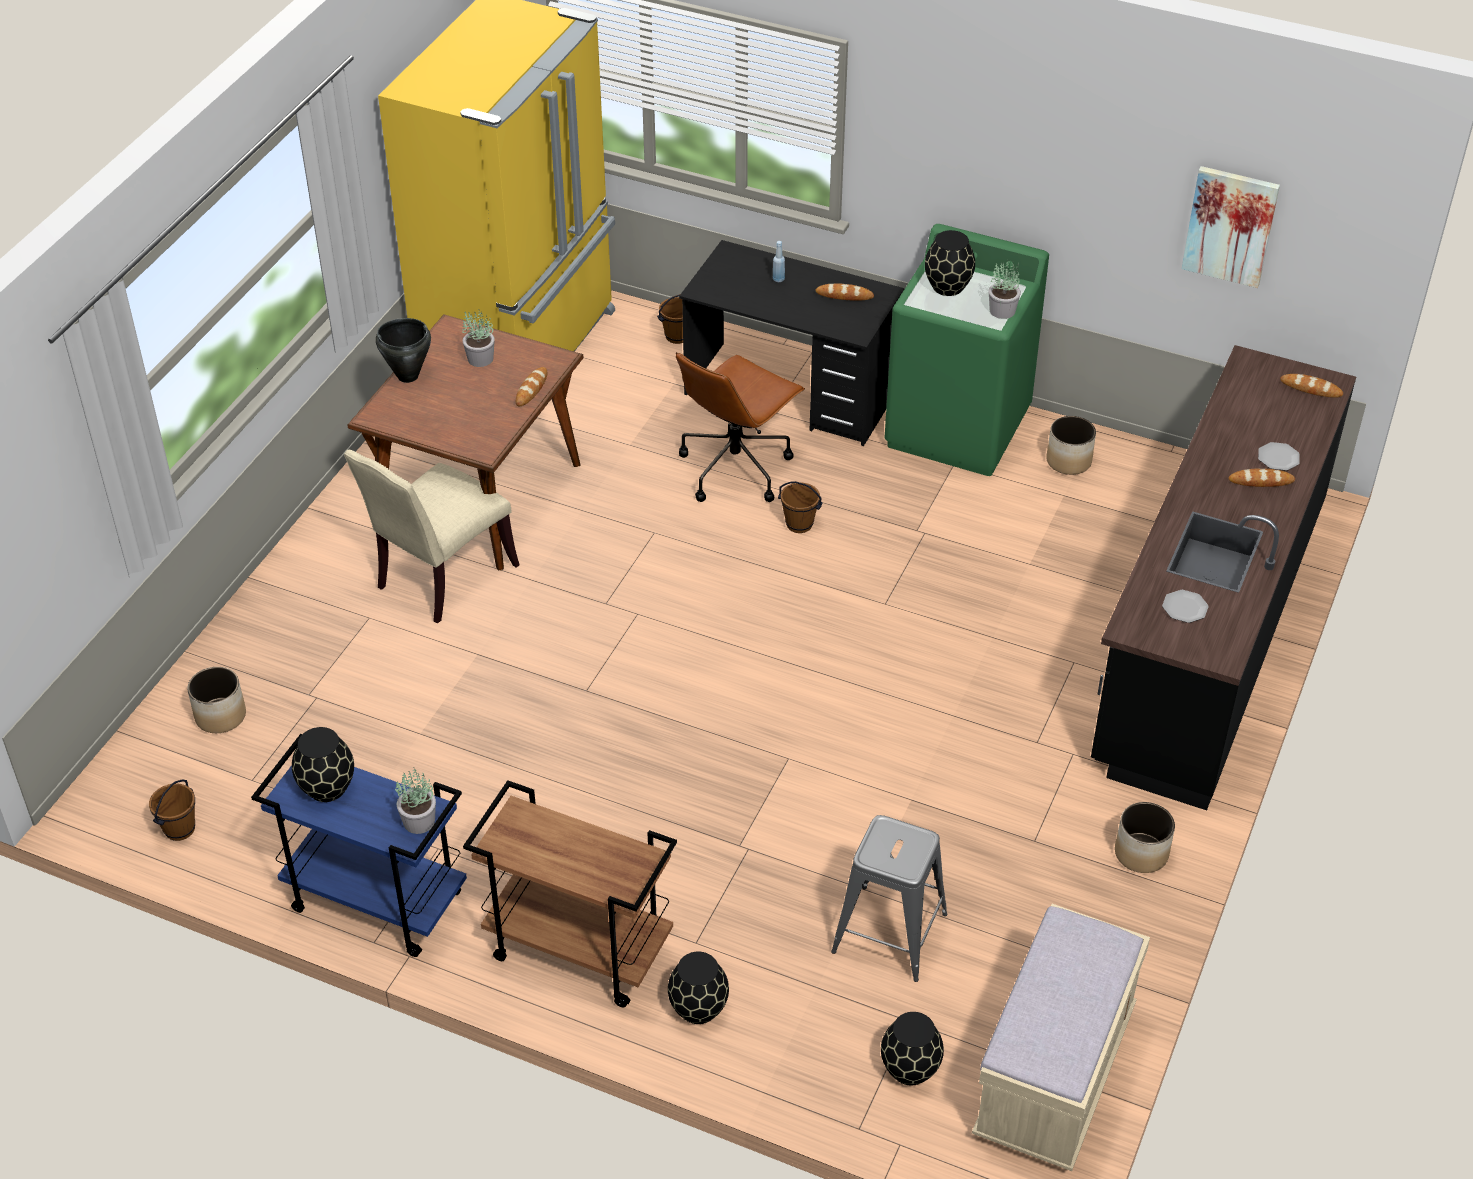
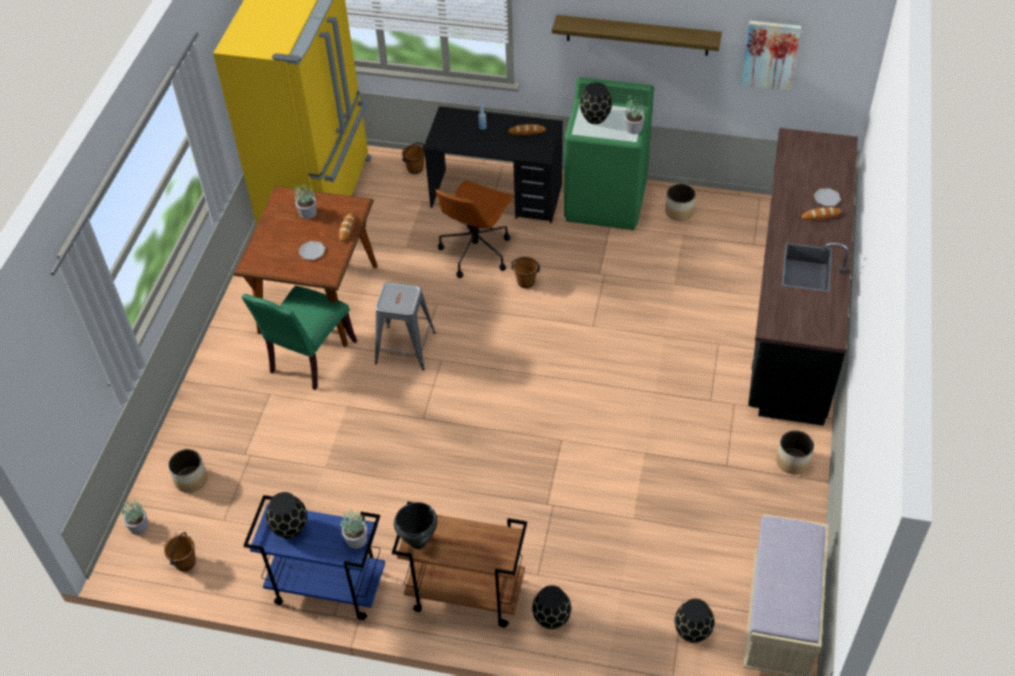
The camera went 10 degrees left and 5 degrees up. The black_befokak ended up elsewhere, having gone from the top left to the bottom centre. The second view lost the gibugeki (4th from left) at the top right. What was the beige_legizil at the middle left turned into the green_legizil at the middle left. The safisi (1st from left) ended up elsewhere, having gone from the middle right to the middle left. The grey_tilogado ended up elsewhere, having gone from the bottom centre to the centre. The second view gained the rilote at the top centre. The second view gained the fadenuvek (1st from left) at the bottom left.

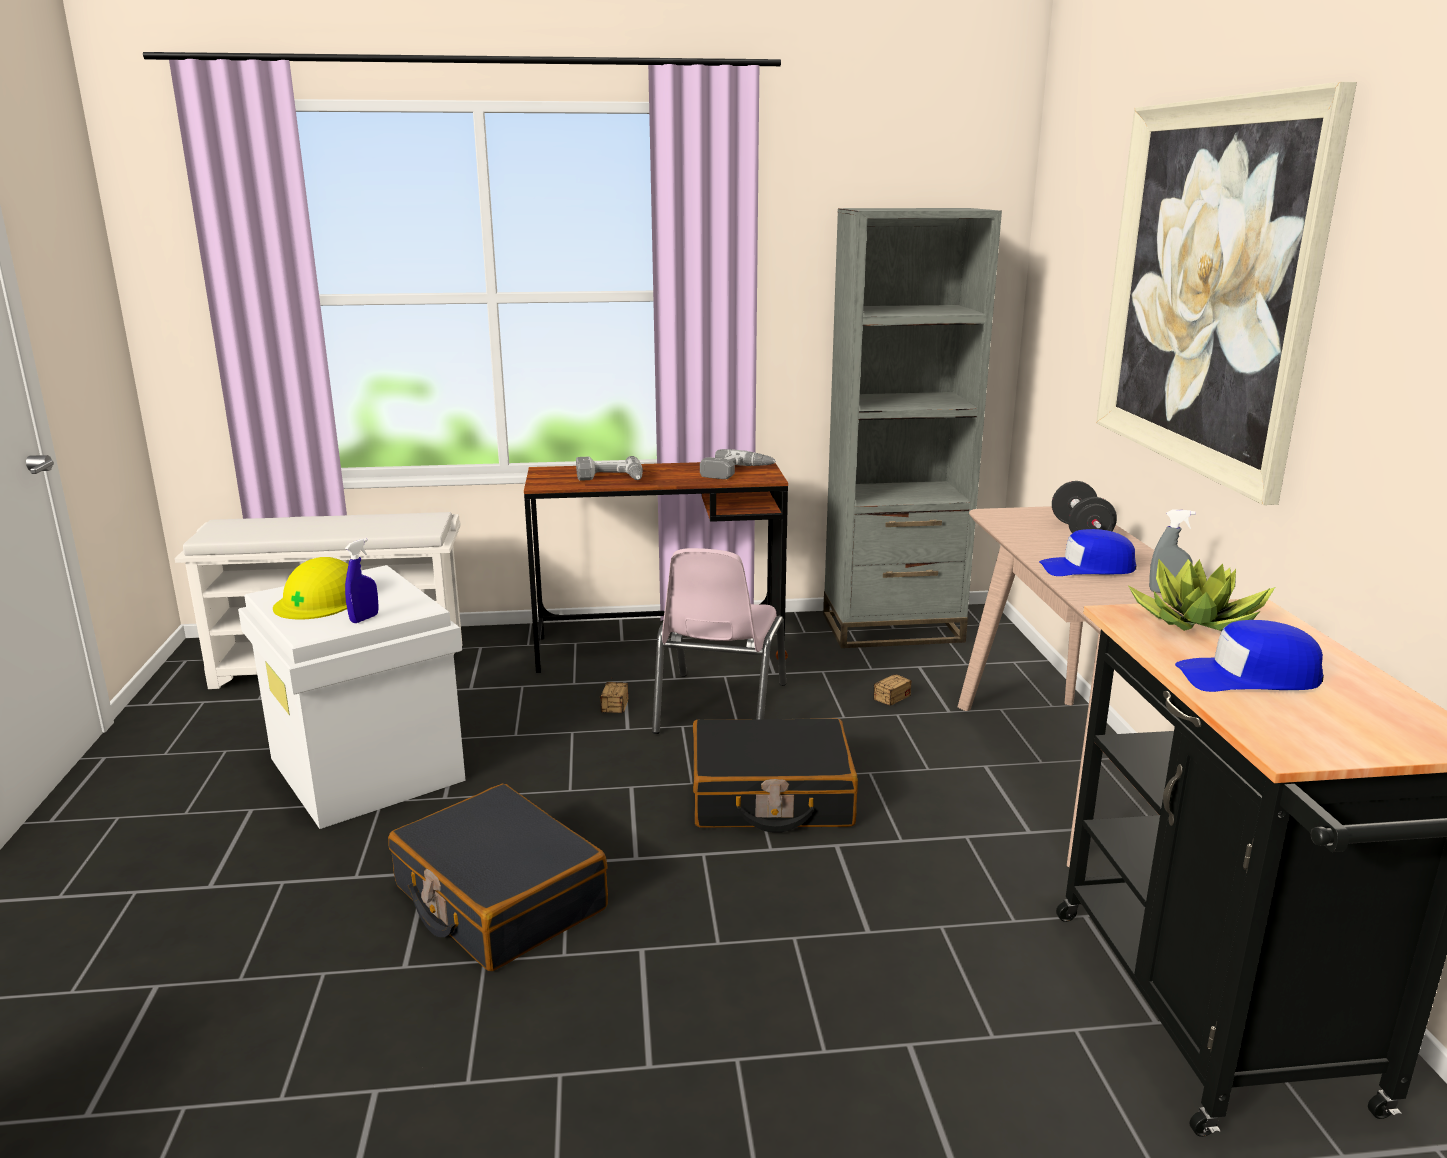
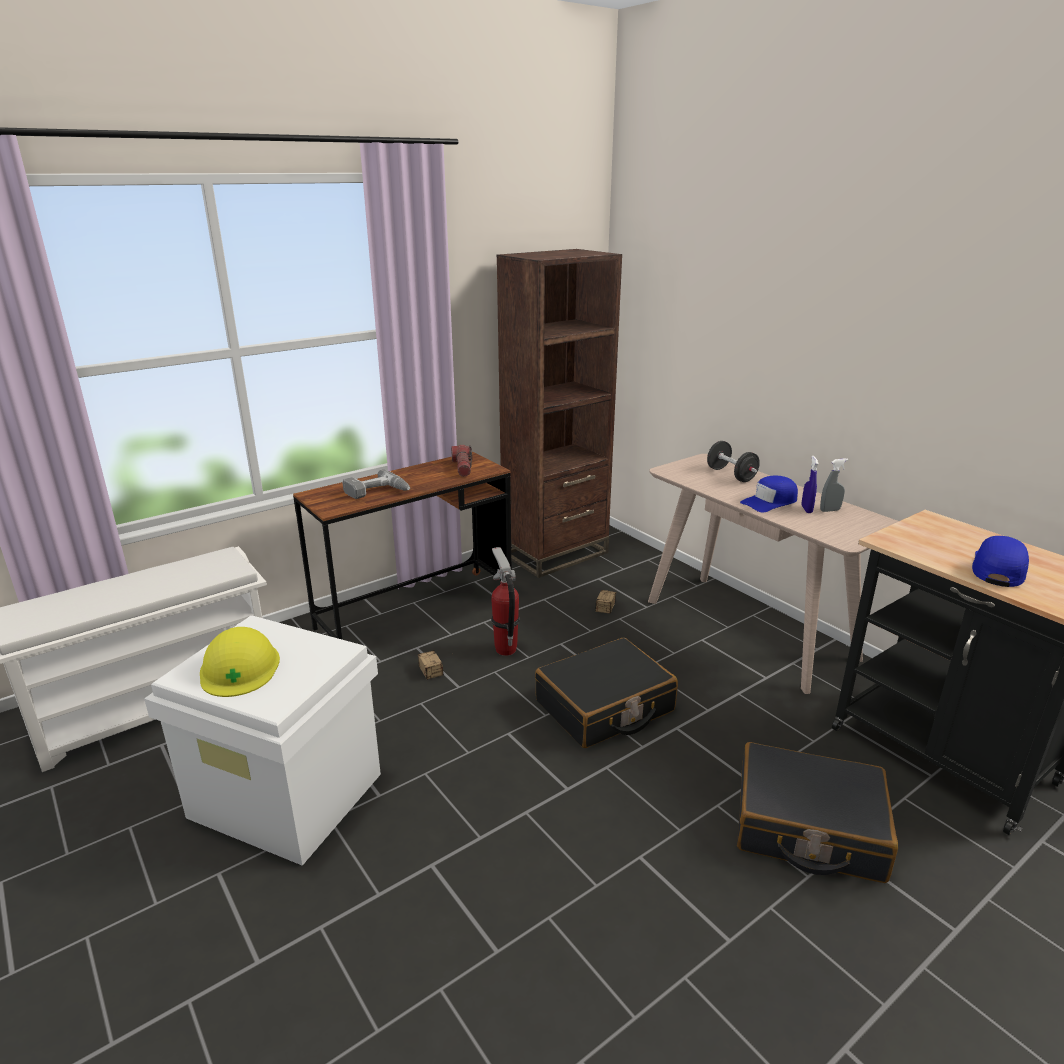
The camera went 30 degrees left and 5 degrees up. The second view lost the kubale at the top right. What was the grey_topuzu at the centre turned into the brown_topuzu at the centre. Where the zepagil (2nd from left) stood at the centre, the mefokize came to stand at the centre. The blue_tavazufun ended up elsewhere, having gone from the middle left to the middle right. Where the pink_legizil stood at the centre, the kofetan came to stand at the centre. The second view lost the fadenuvek at the middle right. The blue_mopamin (2nd from left) at the middle right ended up facing another way, 150 degrees clockwise from before. The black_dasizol (1st from left in the first image) ended up elsewhere, having gone from the bottom centre to the bottom right.

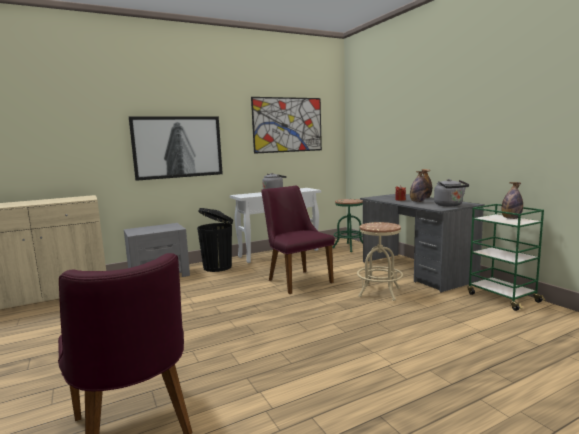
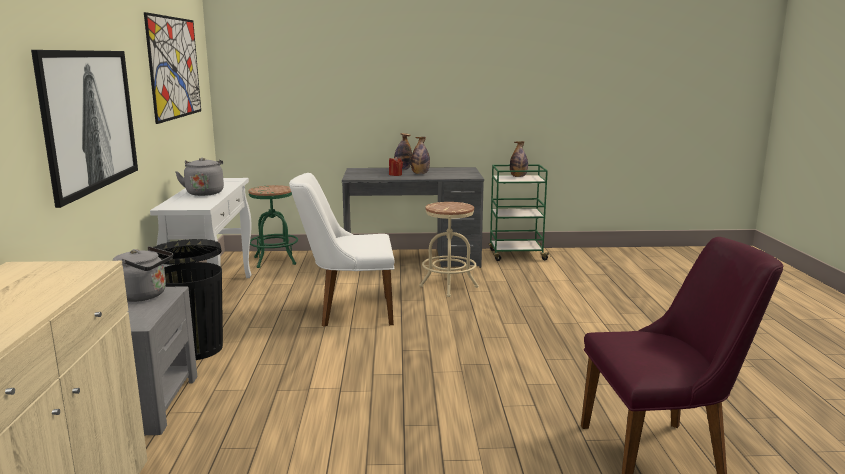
The camera went 65 degrees left and 5 degrees up. The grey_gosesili (2nd from left in the first image) ended up elsewhere, having gone from the middle right to the middle left. What was the purple_legizil (2nd from left) at the centre turned into the white_legizil at the centre.

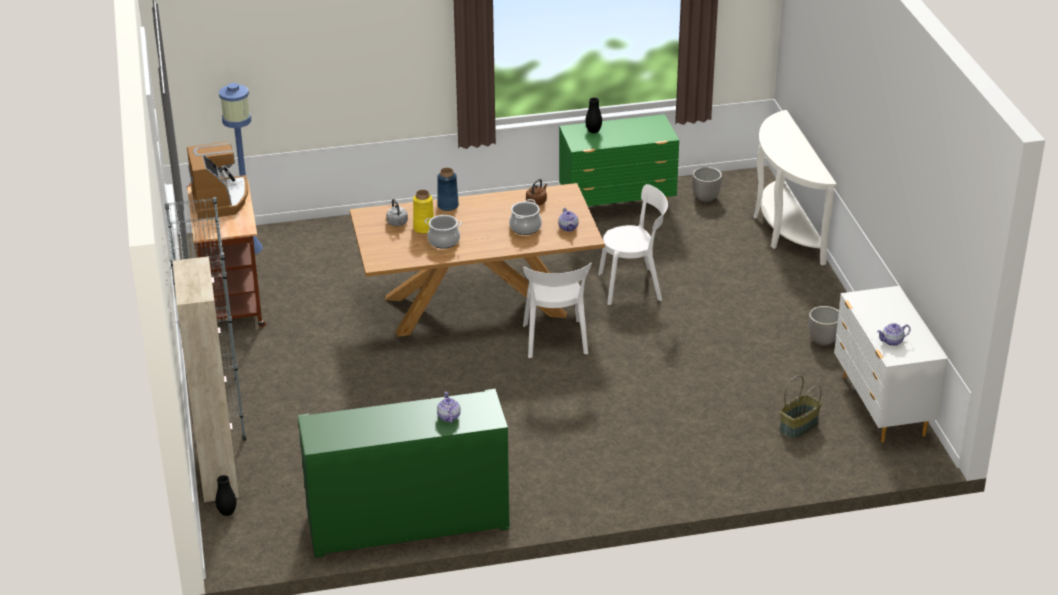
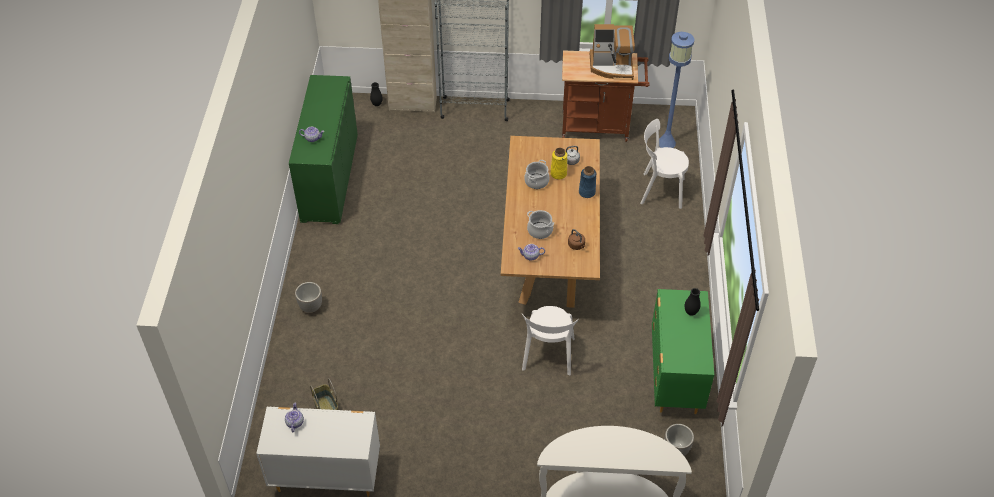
The camera went 105 degrees right and 15 degrees up. The white_legizil (1st from left in the first image) ended up elsewhere, having gone from the centre to the top right. The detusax (2nd from left in the first image) ended up elsewhere, having gone from the middle right to the middle left.

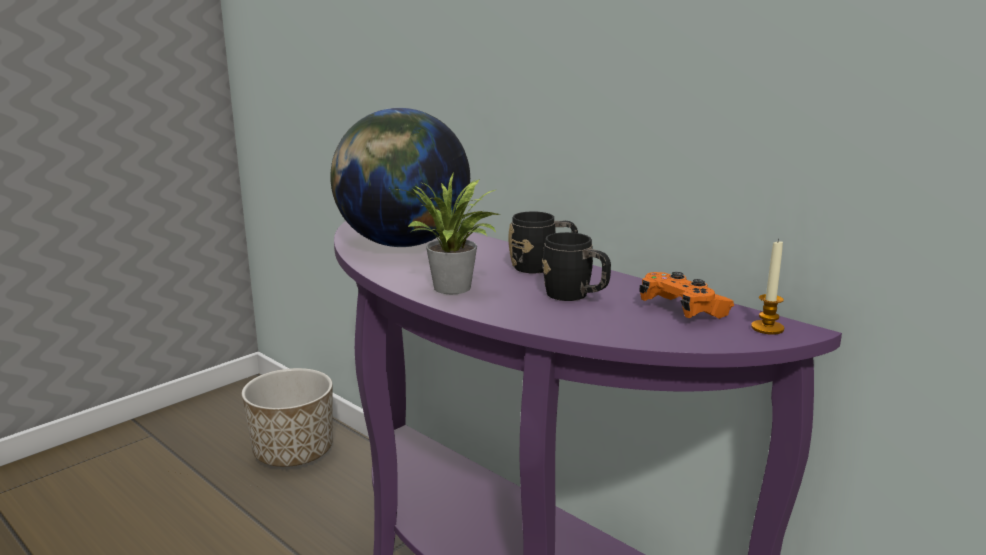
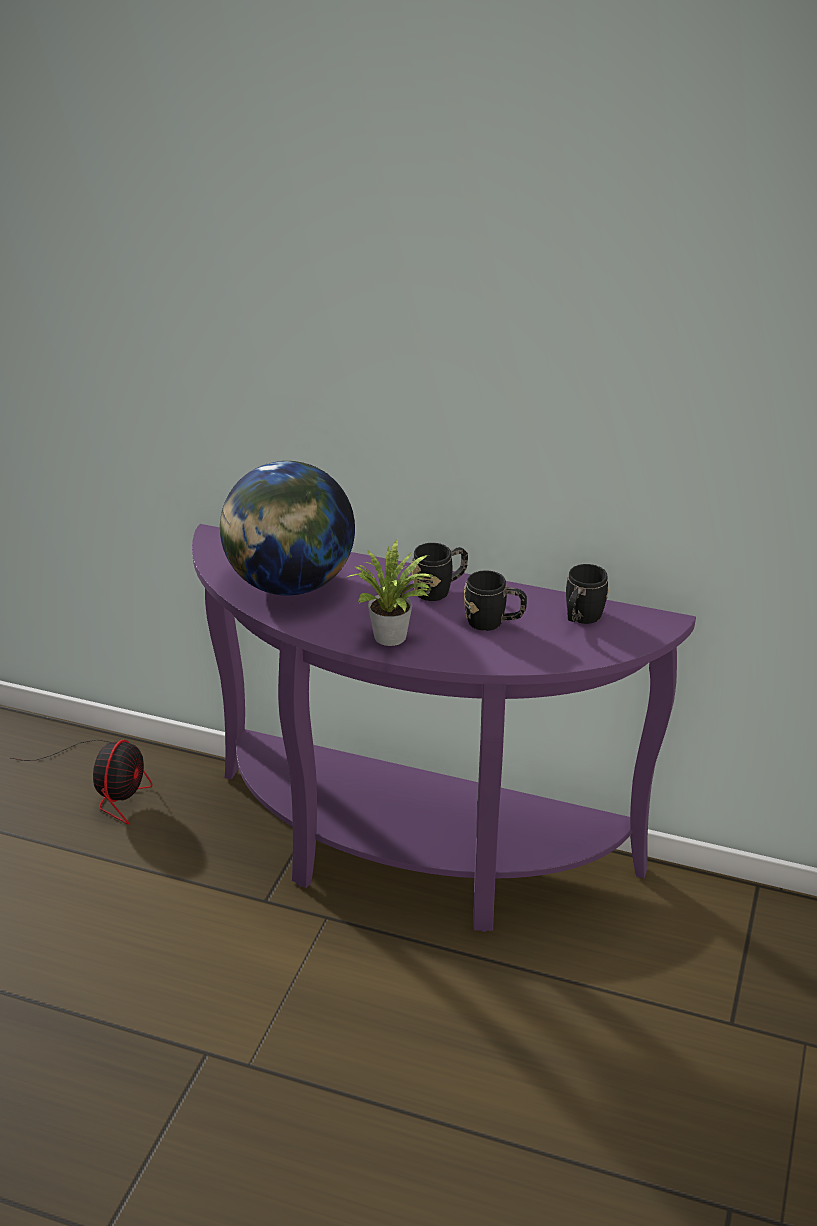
The camera went 25 degrees left and 15 degrees up. The second view lost the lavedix at the middle right. Where the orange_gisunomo stood at the middle right, the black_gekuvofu (3rd from left) came to stand at the middle right. Where the detusax stood at the bottom left, the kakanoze came to stand at the middle left.

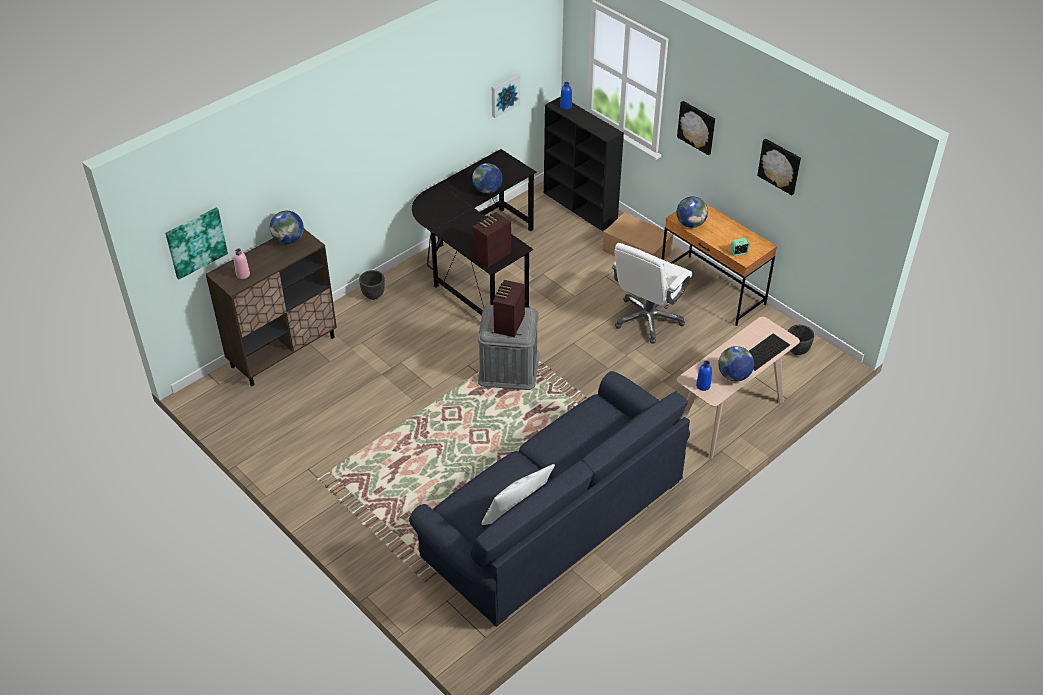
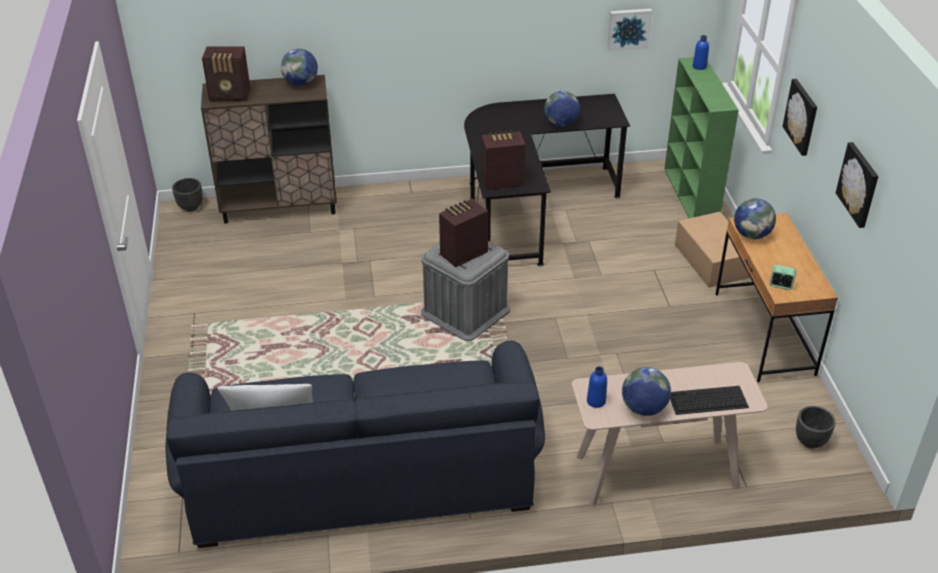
The camera went 35 degrees right and 5 degrees down. What was the black_topuzu at the top centre turned into the green_topuzu at the top right. The second view lost the kubale (1st from left) at the middle left. The second view lost the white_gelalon at the centre. Where the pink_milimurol stood at the middle left, the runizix (1st from left) came to stand at the top left. The black_detusax (1st from left) ended up elsewhere, having gone from the centre to the middle left.

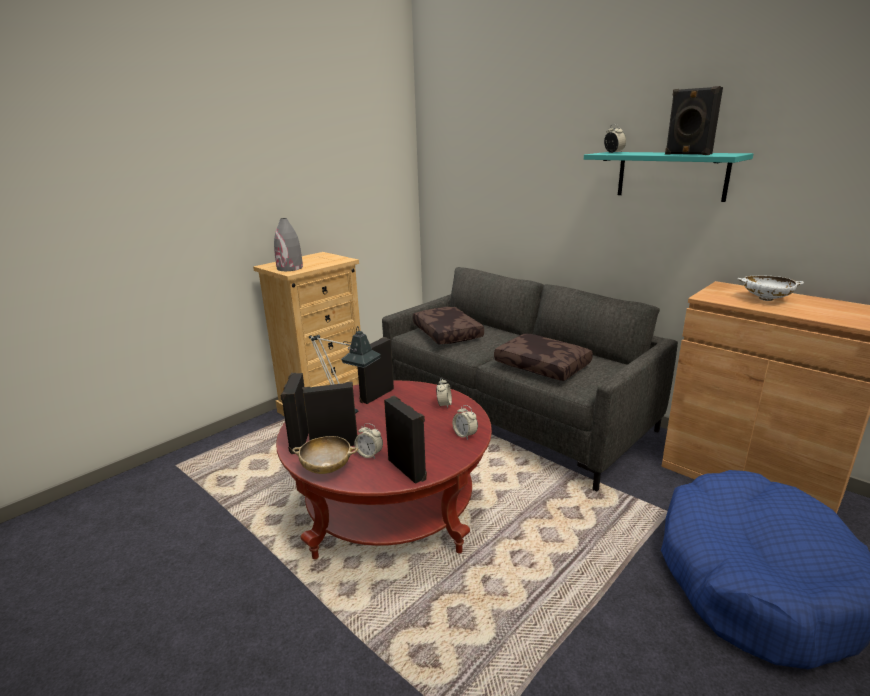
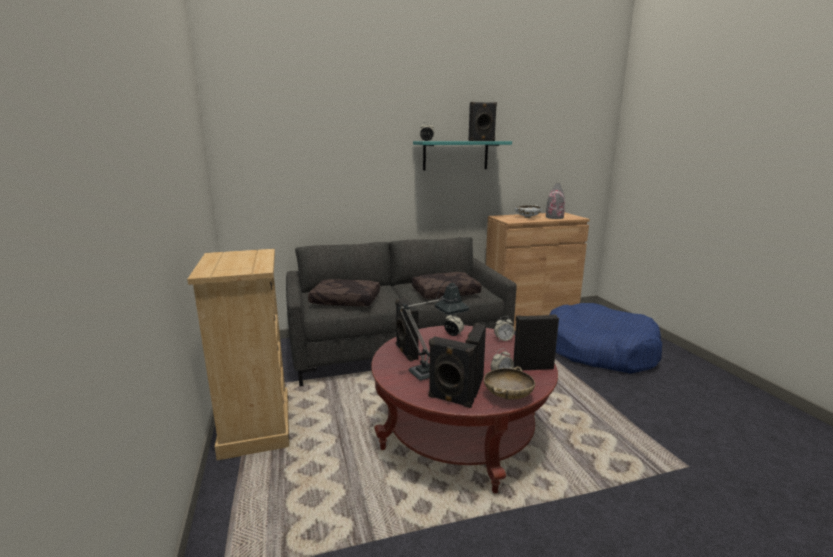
The camera went 60 degrees left and 5 degrees down. The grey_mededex ended up elsewhere, having gone from the middle left to the centre.

